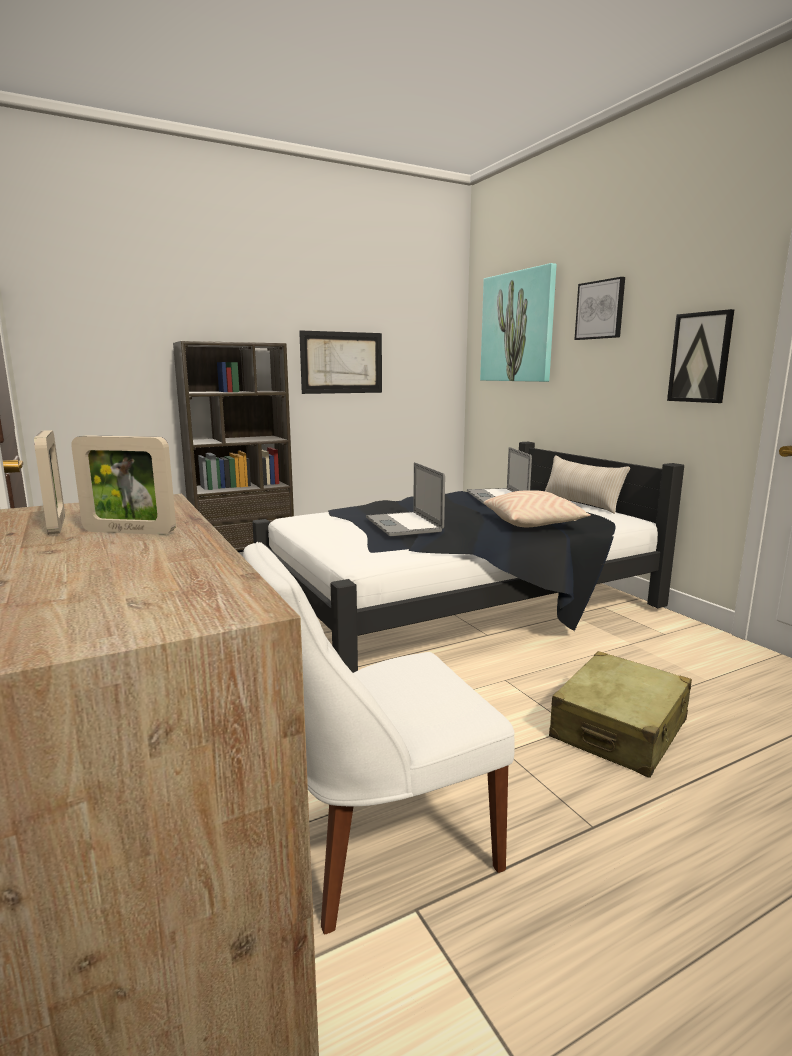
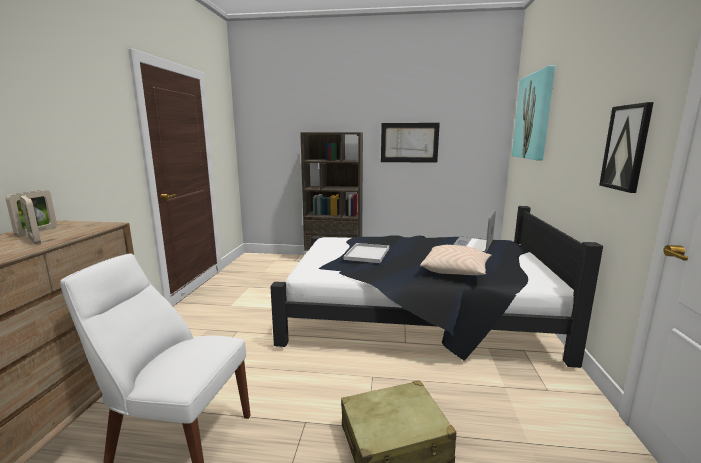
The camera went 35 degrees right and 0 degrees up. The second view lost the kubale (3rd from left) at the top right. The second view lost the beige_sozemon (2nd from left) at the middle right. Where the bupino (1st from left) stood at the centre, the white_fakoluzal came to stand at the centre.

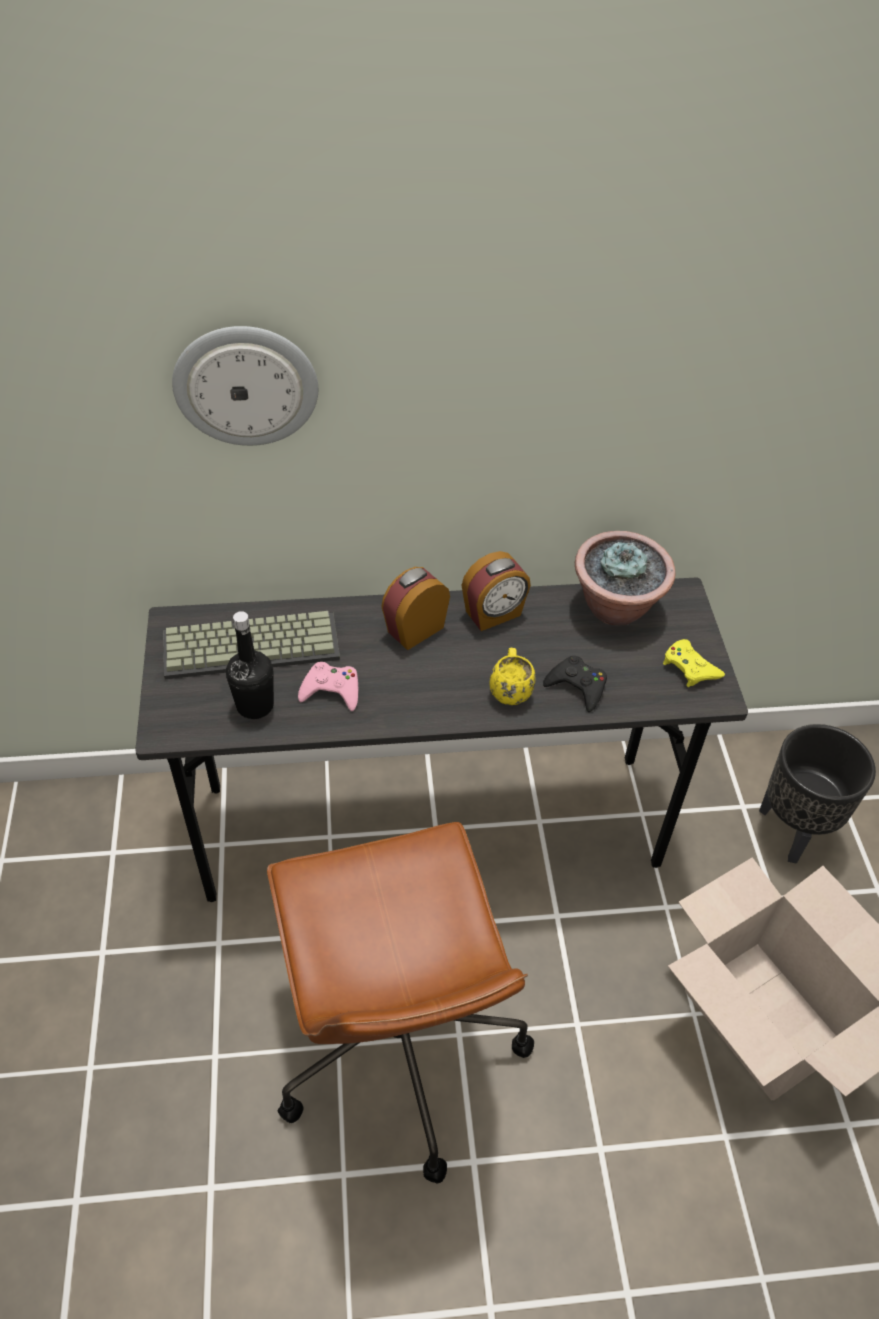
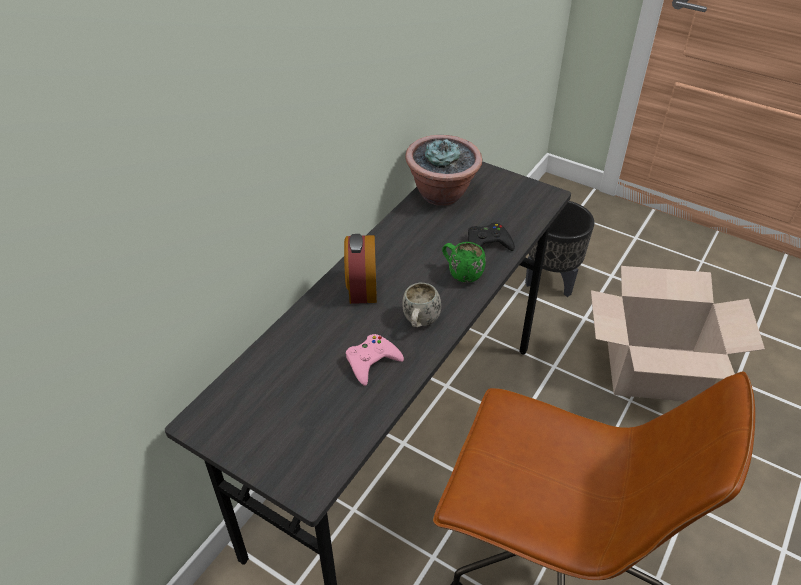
The camera went 50 degrees left and 5 degrees down. The second view lost the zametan at the top left. The second view lost the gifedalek (2nd from left) at the centre. The second view lost the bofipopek at the middle left. The second view lost the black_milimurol at the middle left. The second view lost the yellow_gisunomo at the middle right. What was the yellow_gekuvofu at the centre turned into the green_gekuvofu at the centre. The second view gained the white_gekuvofu at the centre.

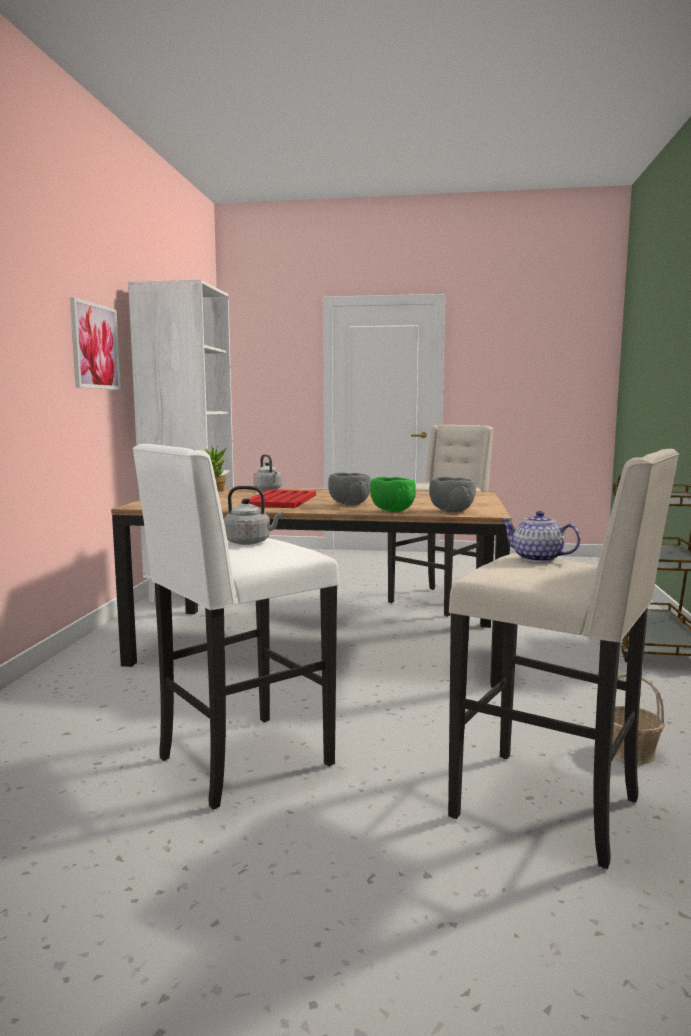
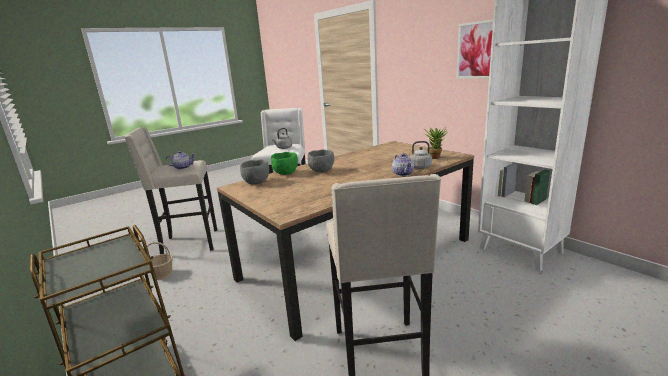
The camera went 135 degrees right and 10 degrees up. The second view lost the red_fakoluzal at the centre. The second view gained the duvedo (2nd from left) at the centre.

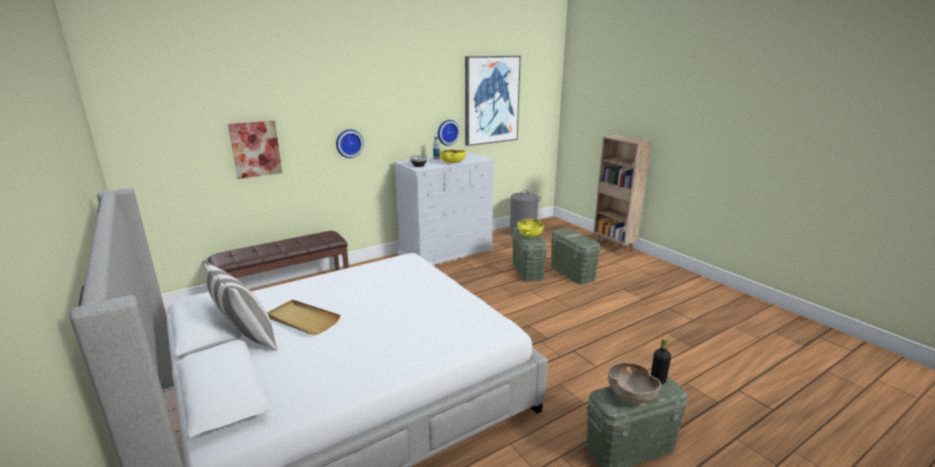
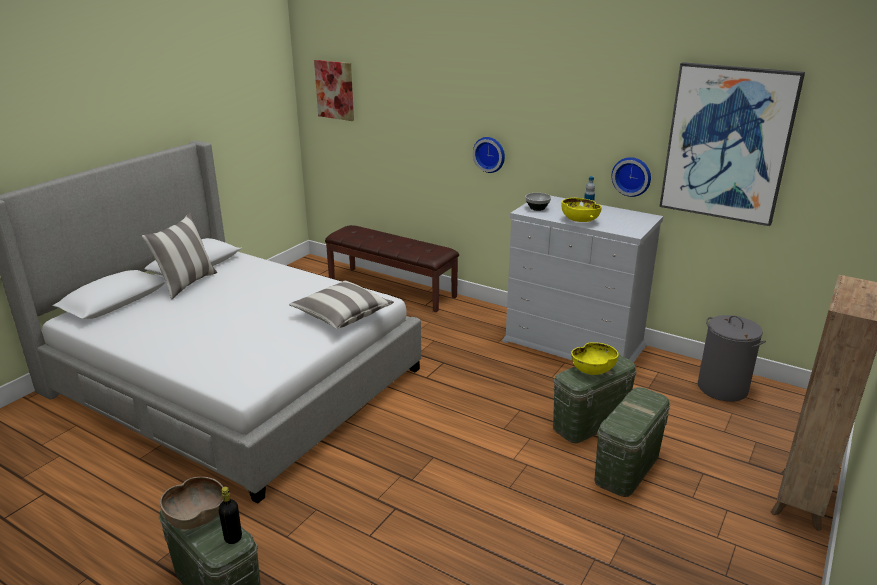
The camera went 65 degrees right and 5 degrees up. The kubale (1st from left) ended up elsewhere, having gone from the top left to the top centre. The second view lost the beige_fakoluzal at the bottom left. The second view gained the sozemon (2nd from left) at the centre.

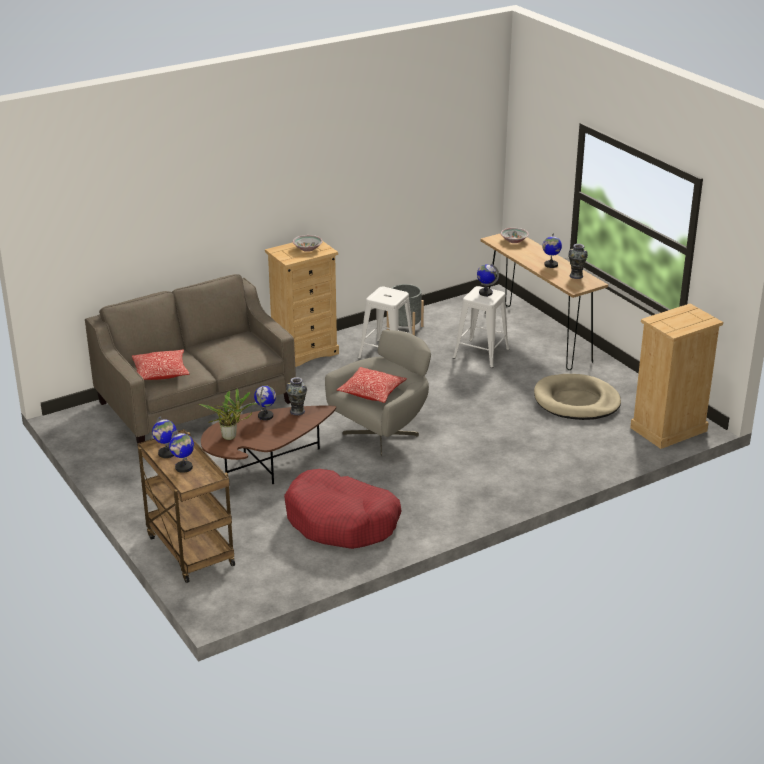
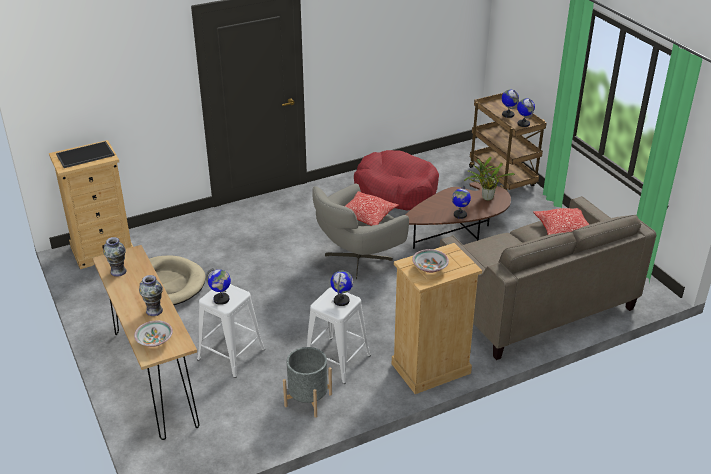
The camera went 175 degrees left and 5 degrees up. The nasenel (5th from left in the first image) ended up elsewhere, having gone from the top right to the centre. The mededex (1st from left in the first image) ended up elsewhere, having gone from the centre to the middle left. The second view gained the fakoluzal at the top left.

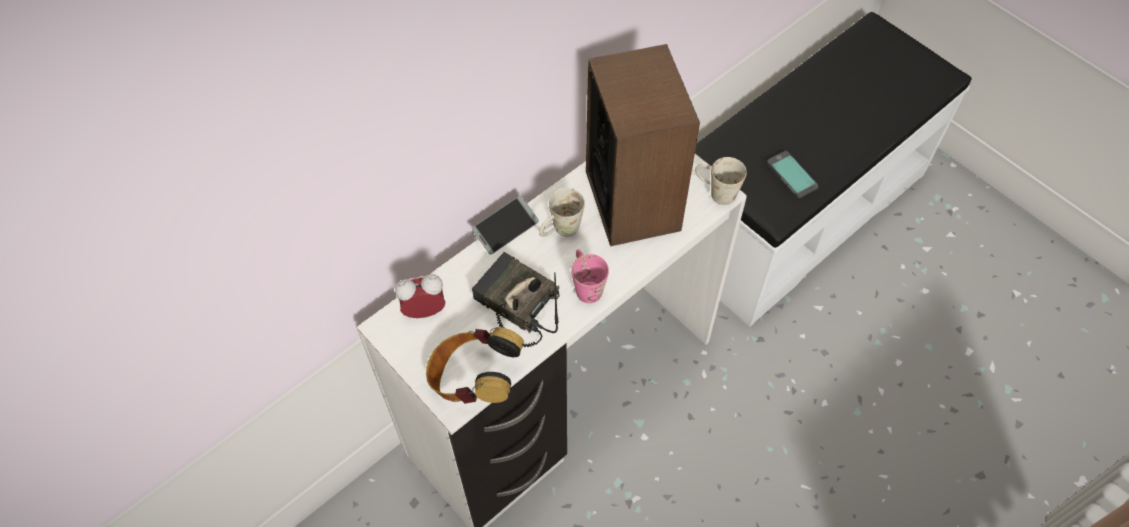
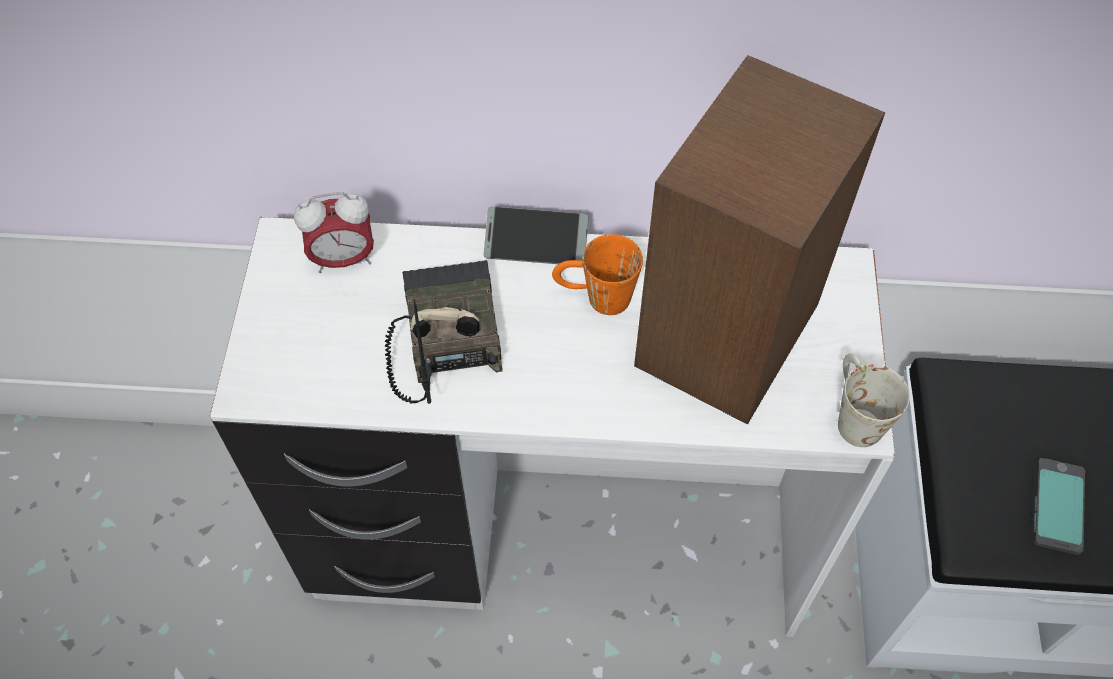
The camera went 45 degrees right and 0 degrees up. What was the white_gekuvofu (1st from left) at the centre turned into the orange_gekuvofu at the centre. The second view lost the pink_gekuvofu at the centre. The gifedalek at the centre ended up facing another way, 135 degrees clockwise from before. The second view lost the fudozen at the bottom centre.

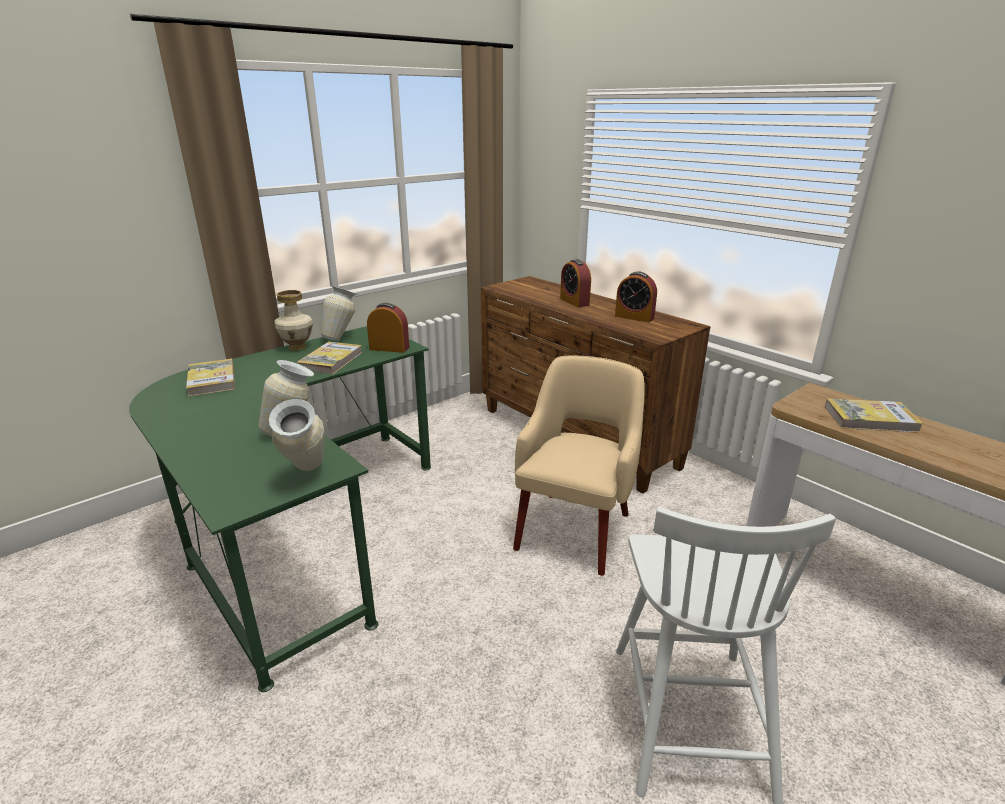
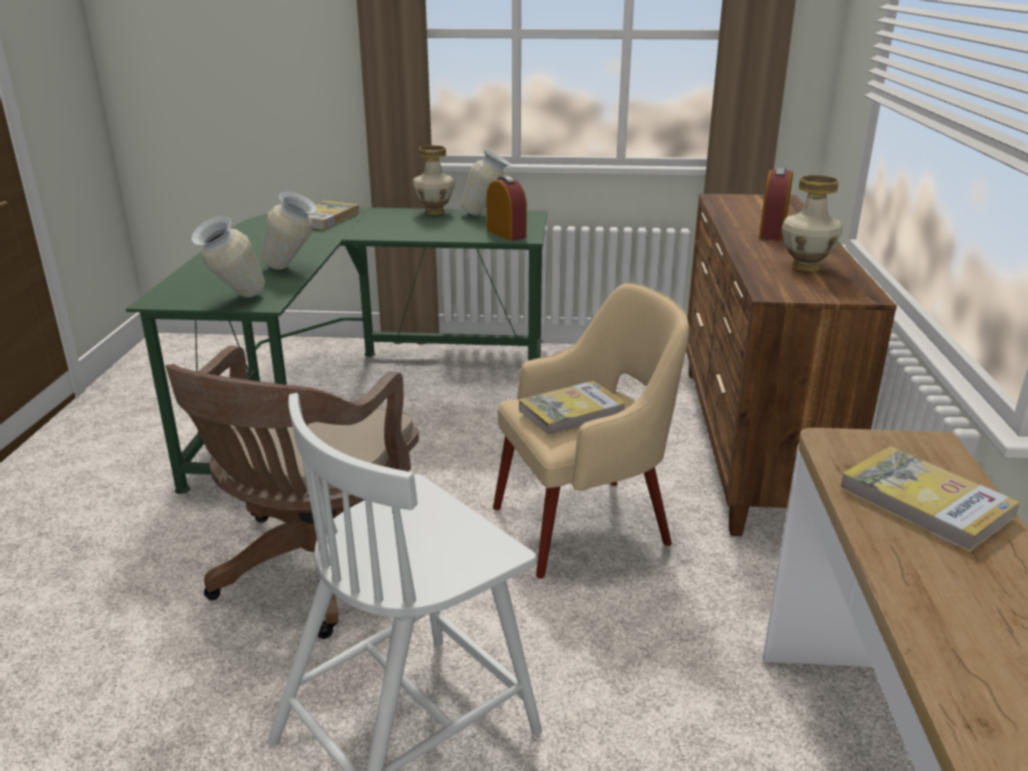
The camera went 45 degrees right and 0 degrees up. Where the gifedalek (3rd from left) stood at the centre, the mededex (5th from left) came to stand at the top right. The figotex (2nd from left) ended up elsewhere, having gone from the middle left to the centre. The second view gained the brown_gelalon at the middle left.

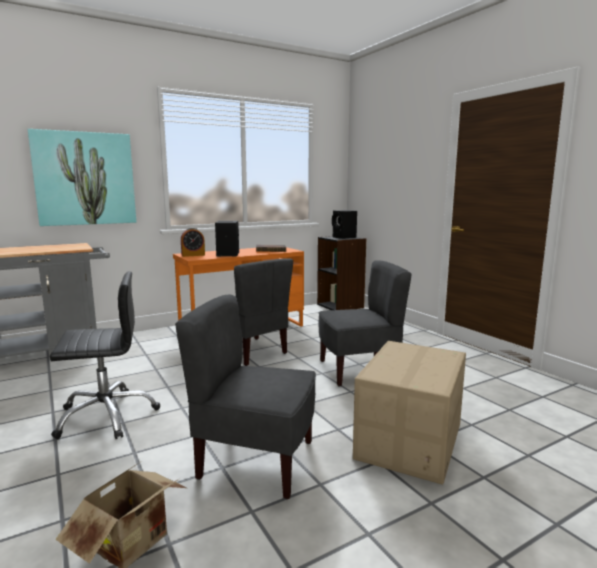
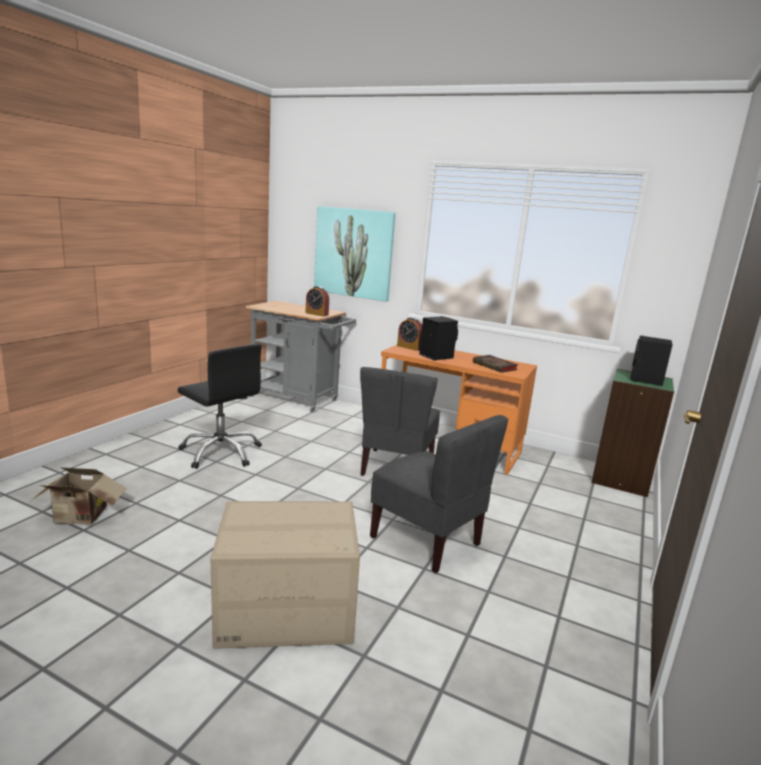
The camera went 55 degrees right and 5 degrees up. What was the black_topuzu at the centre turned into the green_topuzu at the middle right. The second view lost the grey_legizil (1st from left) at the bottom centre. The second view gained the gifedalek (1st from left) at the centre.

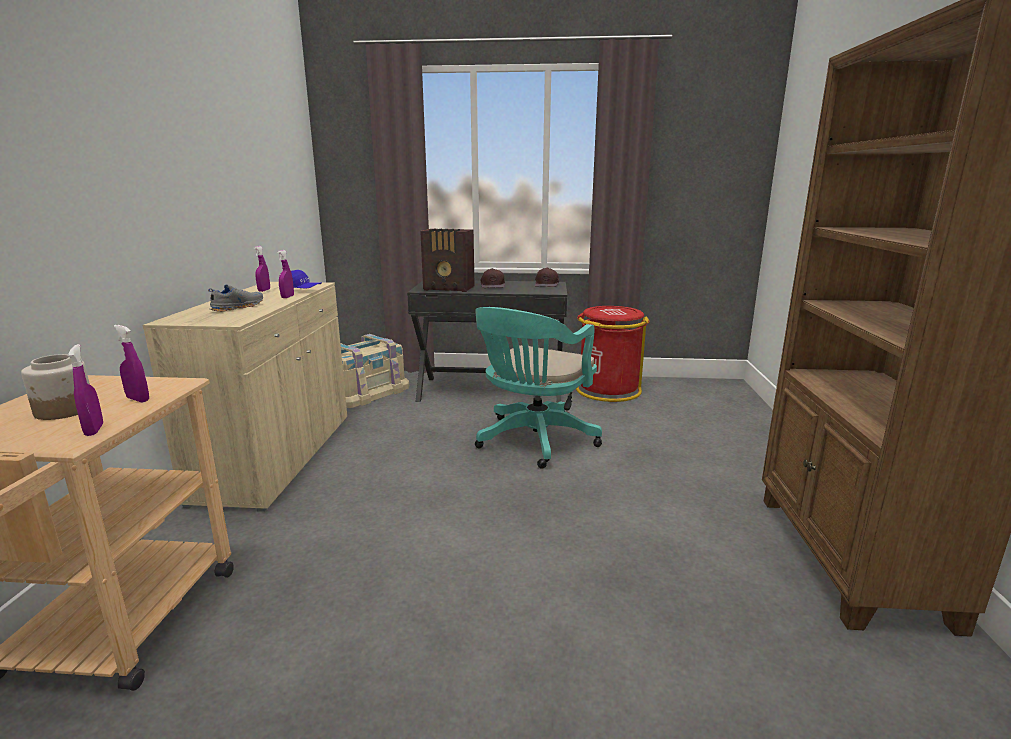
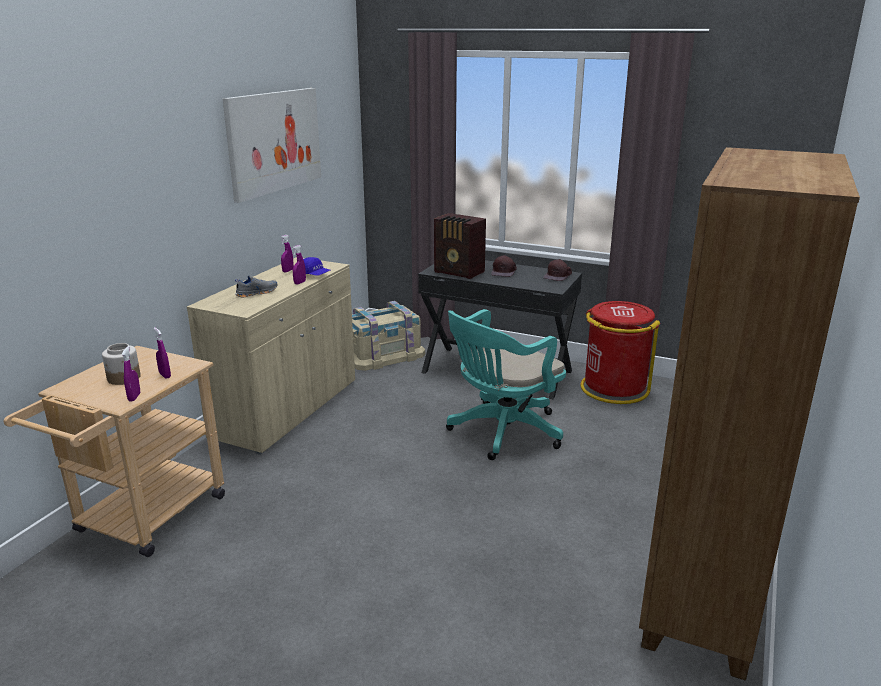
The camera went 20 degrees right and 5 degrees up. The second view gained the kubale at the top left.

